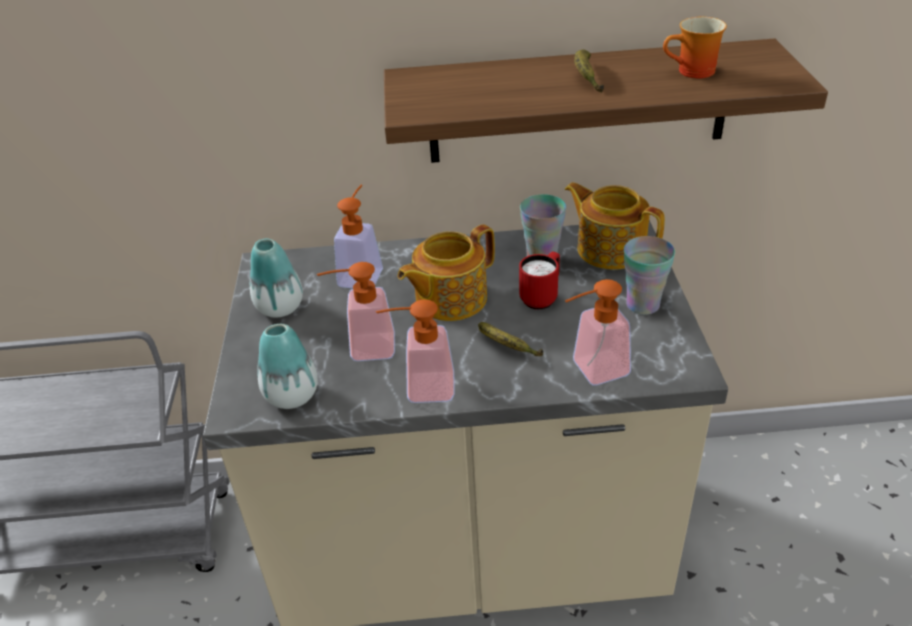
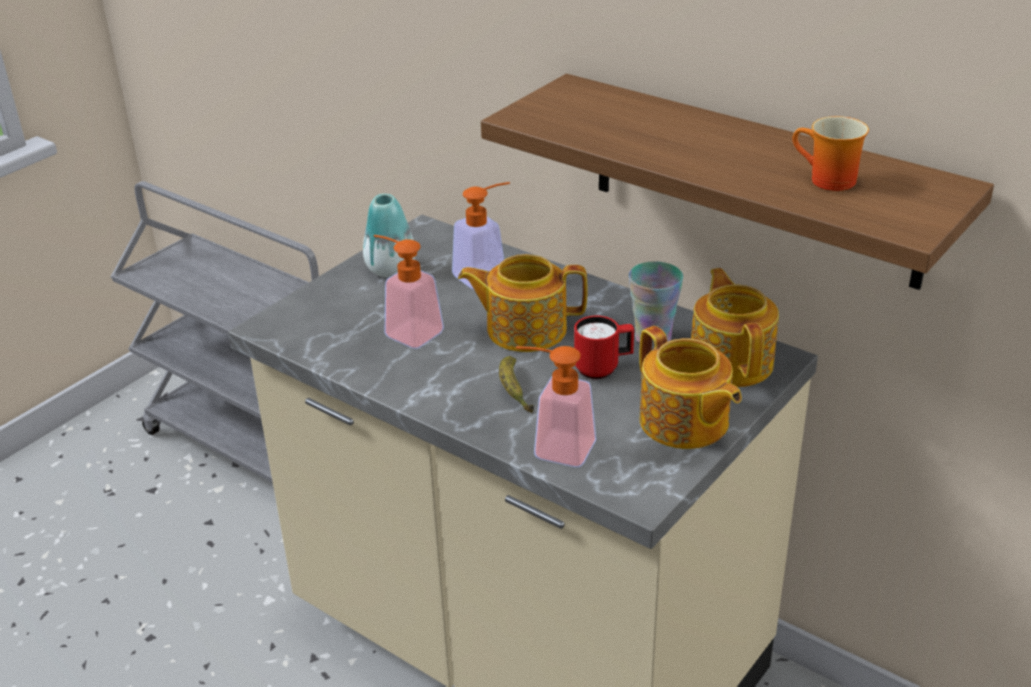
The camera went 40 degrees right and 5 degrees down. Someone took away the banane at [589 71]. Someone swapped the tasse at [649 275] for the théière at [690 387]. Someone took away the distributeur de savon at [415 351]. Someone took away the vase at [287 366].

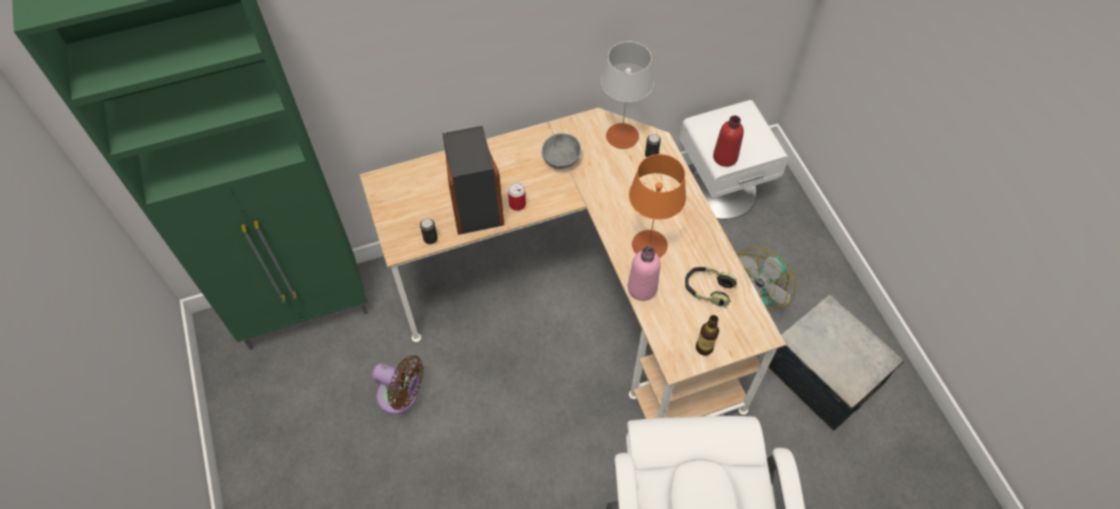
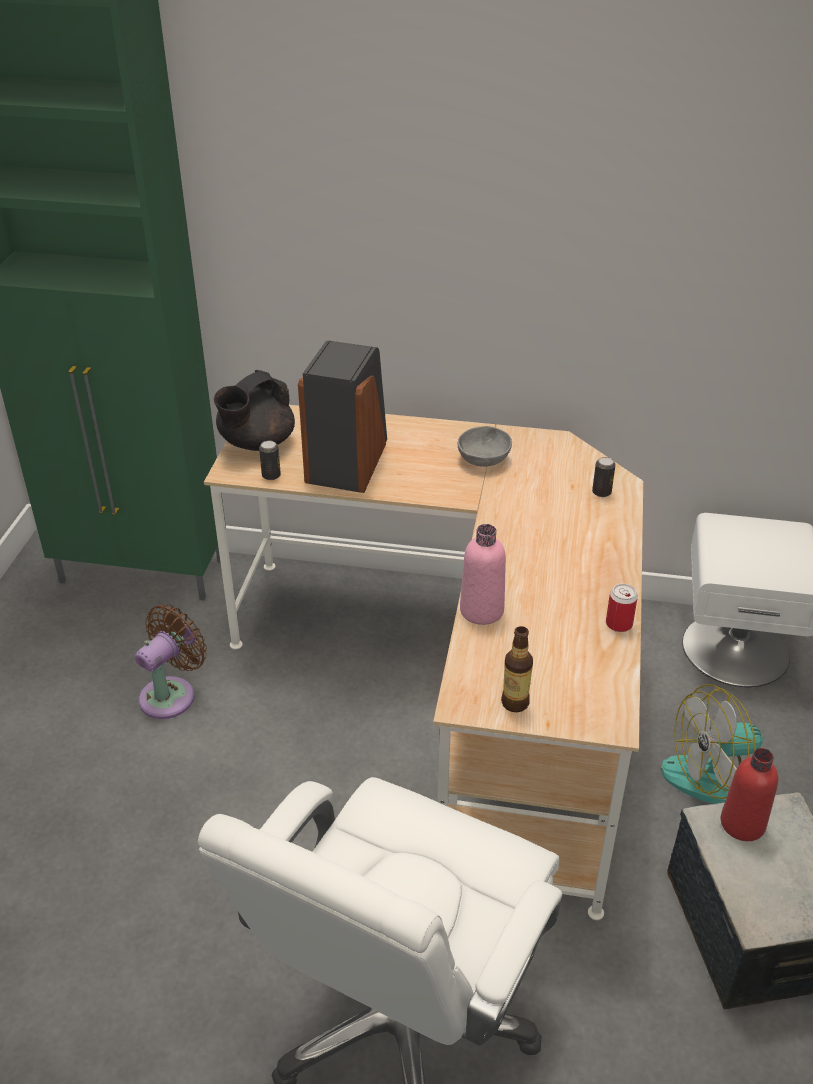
The camera went 30 degrees right and 20 degrees down. Someone took away the lampe de table (gris) at [627 95]. Someone carried the bouteille (rouge) from [728 141] to [749 794]. Someone took away the lampe de table (orange) at [657 206]. Someone carried the boîte métallique from [517 196] to [622 607]. Someone took away the casque audio at [711 287]. Someone rotated the ventilateur (marron) at [398 384] by 105 degrees counterclockwise. Someone put down the théière (noir) at [254 410].

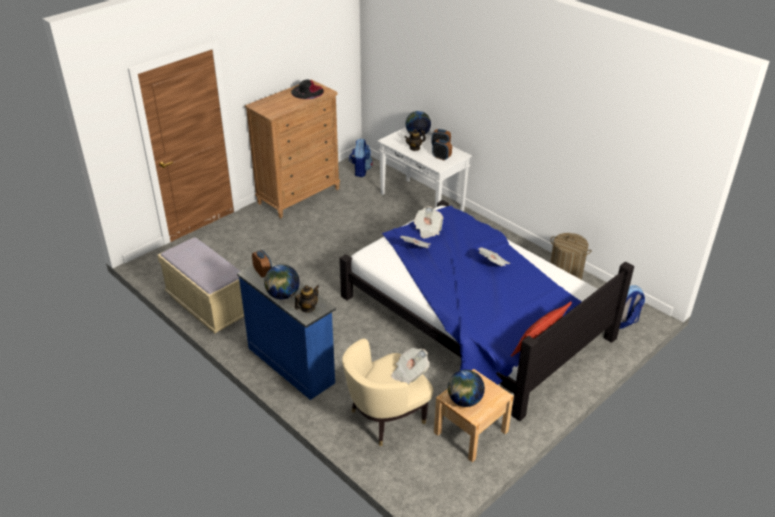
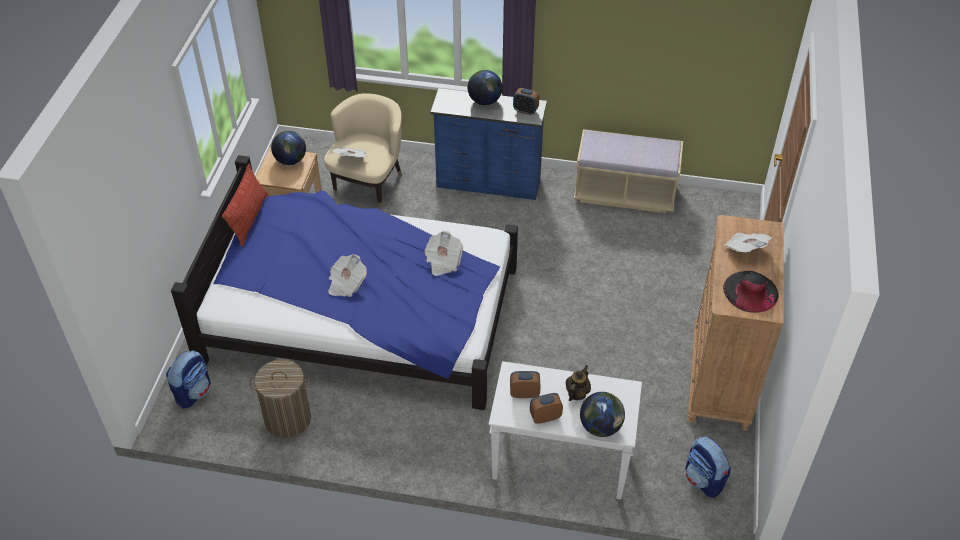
The camera went 145 degrees right and 10 degrees up. Someone carried the journal from [428 222] to [748 242]. Someone took away the théière at [307 299].

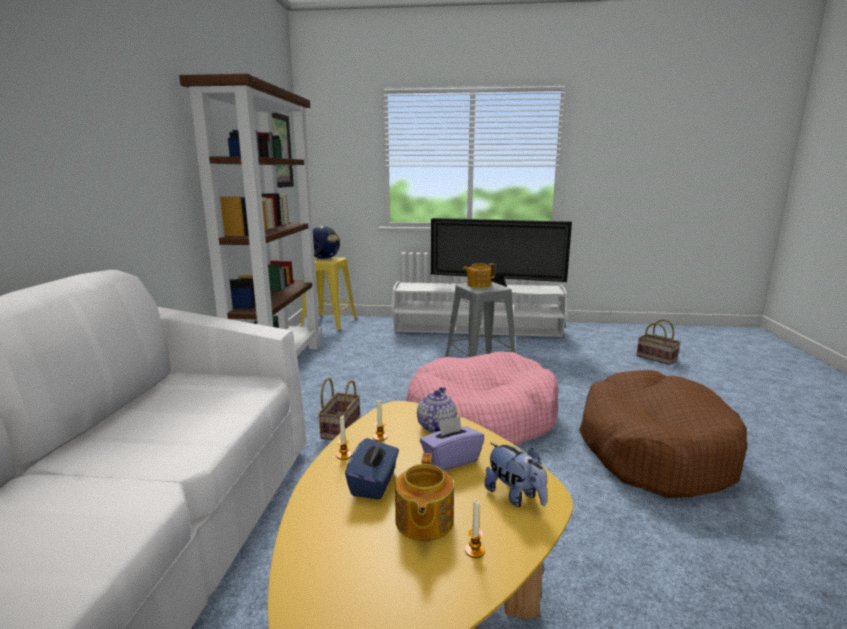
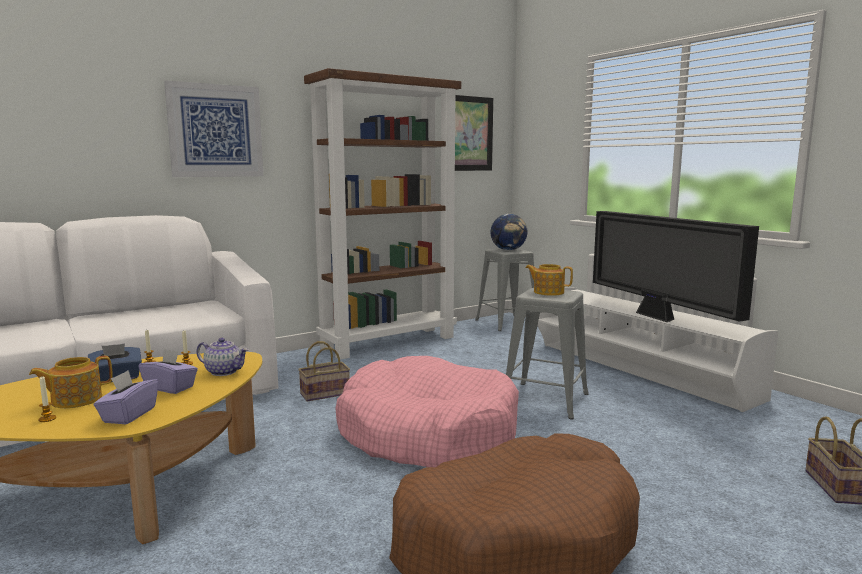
The camera went 50 degrees right and 5 degrees down. Someone repainted the tabouret (jaune) at [328 294], which became the tabouret (gris) at [505 290]. Someone rotated the théière at [437 410] by 45 degrees clockwise. Someone swapped the peluche at [516 475] for the boîte à mouchoirs (violet) at [126 397]. Someone put up the tableau at [213 128].

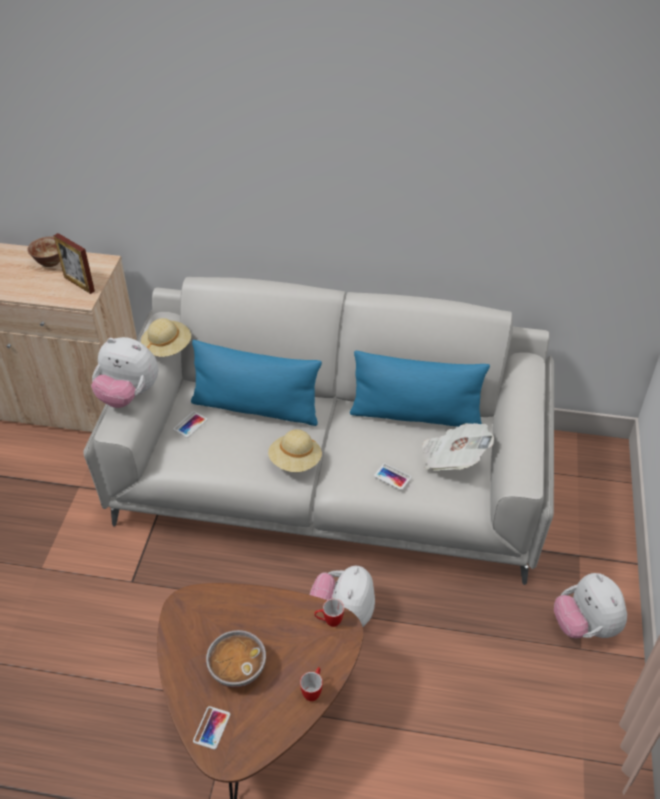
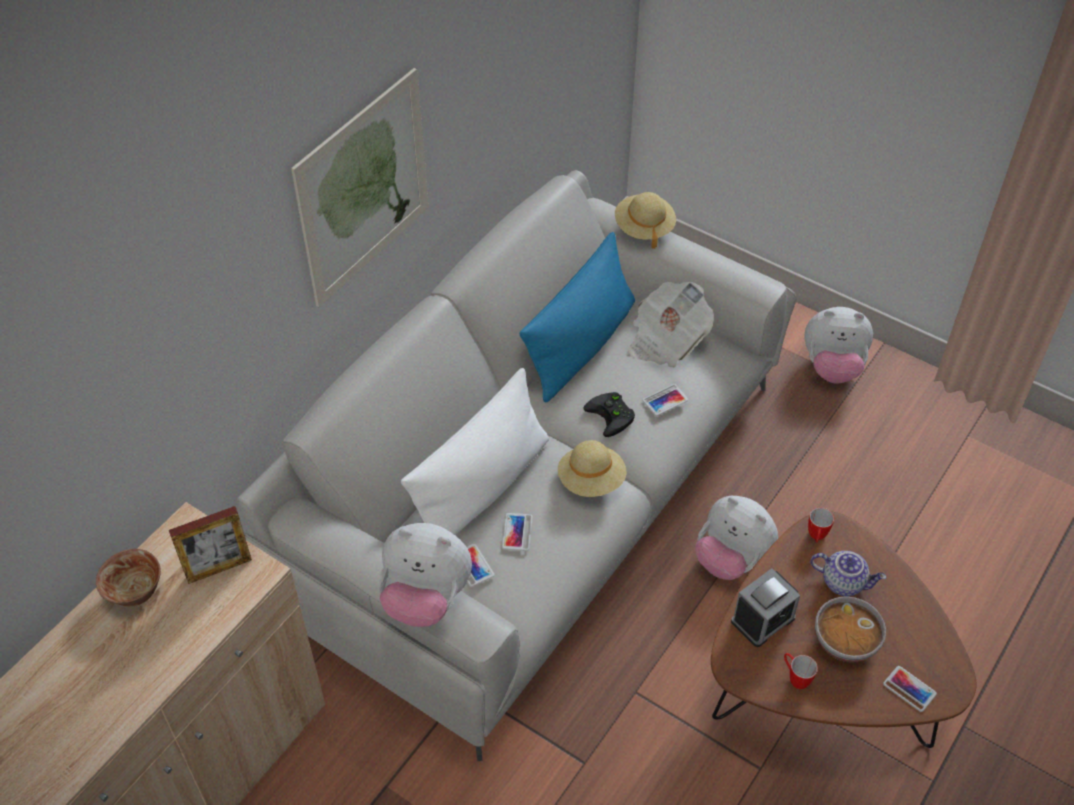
The camera went 65 degrees left and 5 degrees up. Someone carried the chapeau (beige) from [166 337] to [645 220]. Someone rotated the peluche at [125 372] by 60 degrees clockwise. Someone repainted the coussin (bleu) at [256 383], which became the coussin (blanc) at [475 451]. Someone carried the mug from [311 684] to [801 671]. Someone put up the tableau at [360 187]. Someone put down the manette (noir) at [609 414]. Someone put down the téléphone at [517 532]. Someone put down the théière at [848 573]. Someone put down the réveil at [765 607].

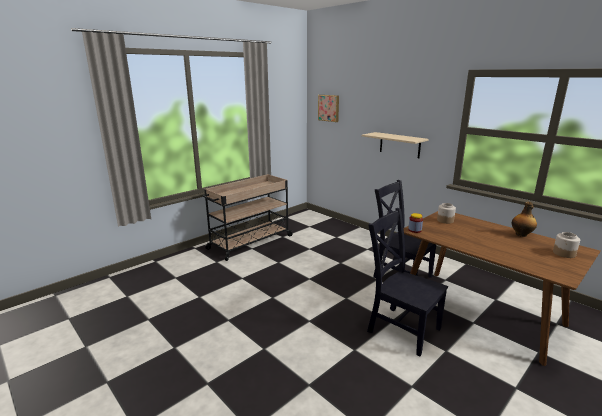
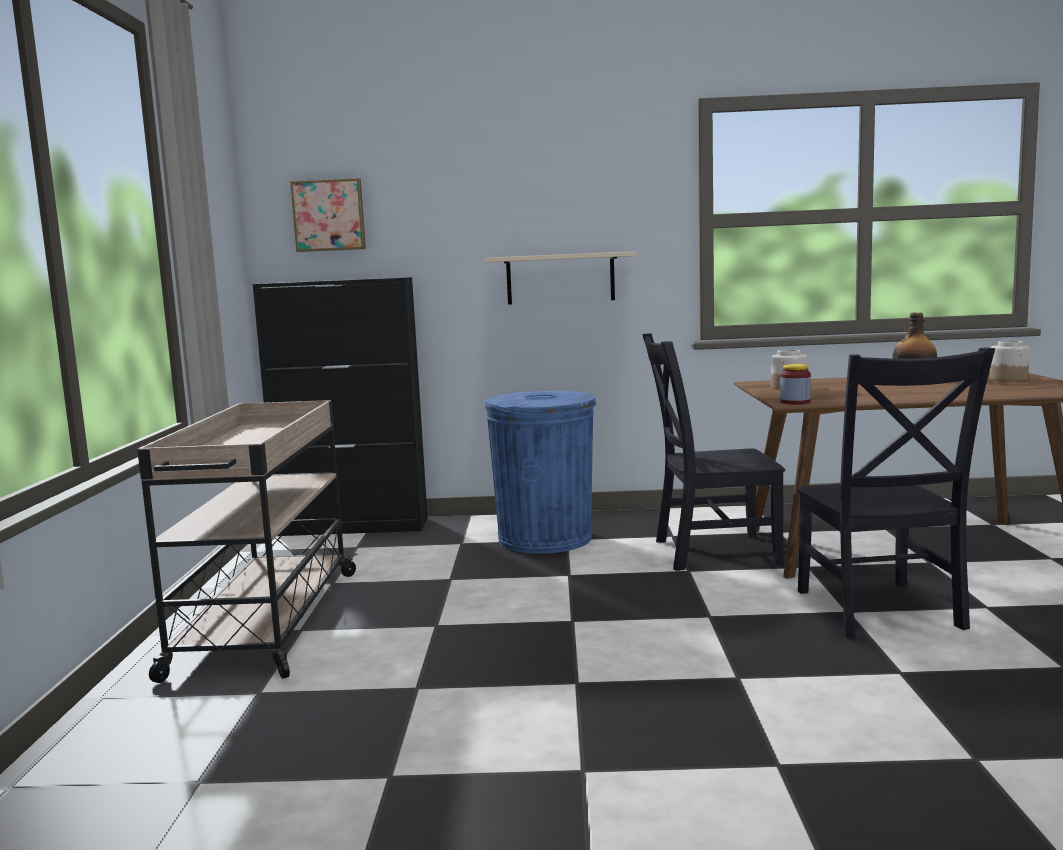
The camera went 45 degrees left and 10 degrees down. Someone rotated the chaise (noir) at [407 282] by 90 degrees counterclockwise. Someone put down the meuble de rangement (noir) at [340 406]. Someone put down the poubelle (bleu) at [539 472].

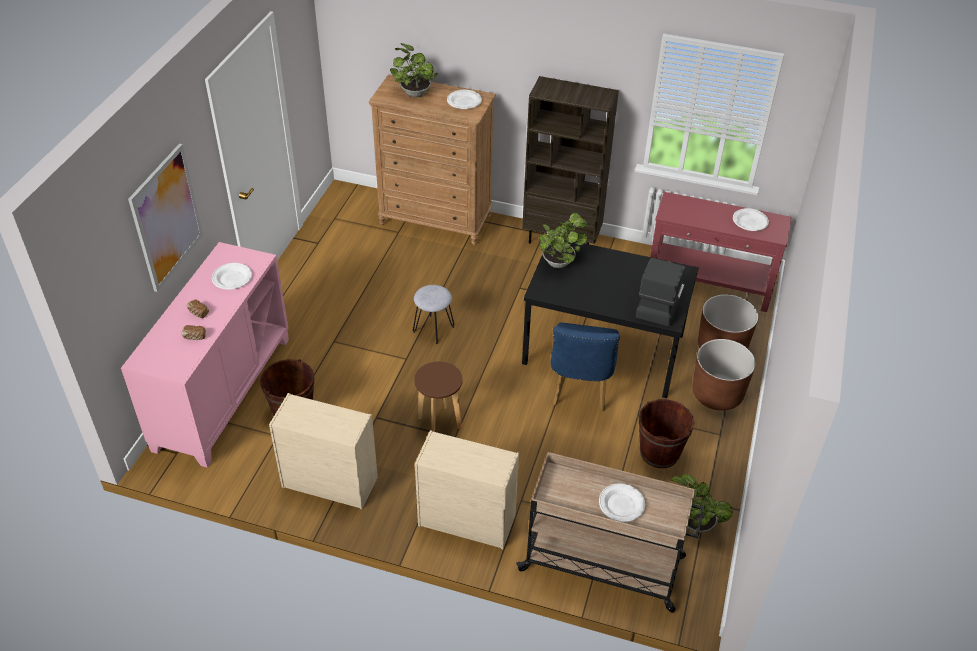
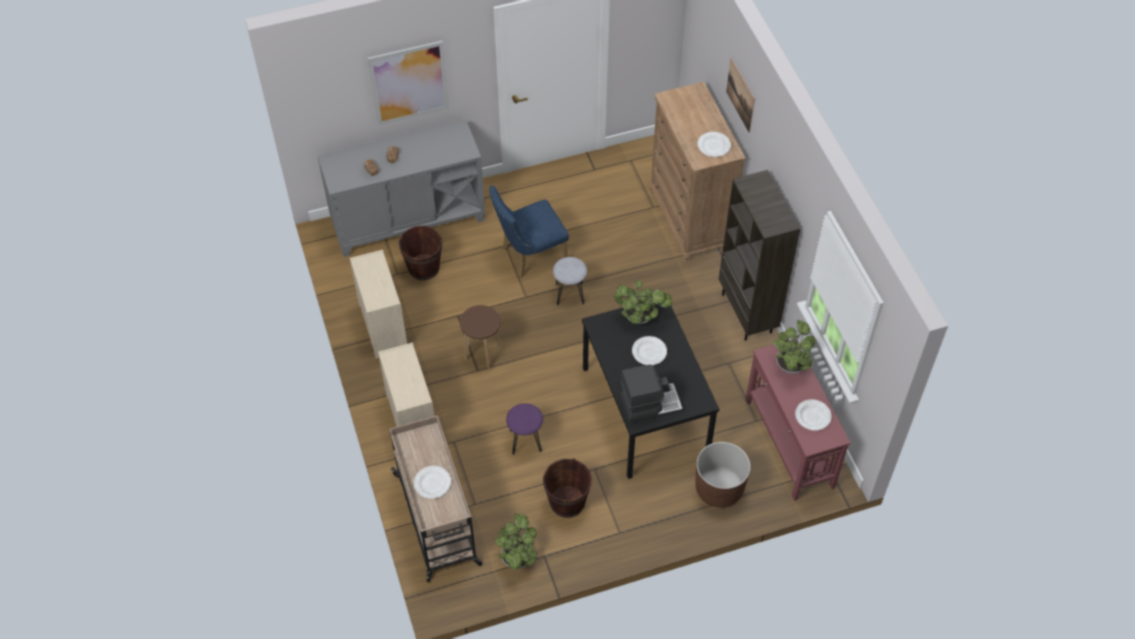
The camera went 55 degrees right and 10 degrees up. Someone carried the plante en pot from [414 70] to [794 346]. Someone repainted the meuble de rangement (rose) at [205 355], which became the meuble de rangement (gris) at [401 188]. Someone carried the assiette (blanc) from [232 276] to [649 350]. Someone carried the chaise (bleu) from [585 367] to [529 231]. Someone took away the cache-pot (marron) at [724 375]. Someone put up the tableau at [740 95]. Someone put down the tabouret (violet) at [524 429].

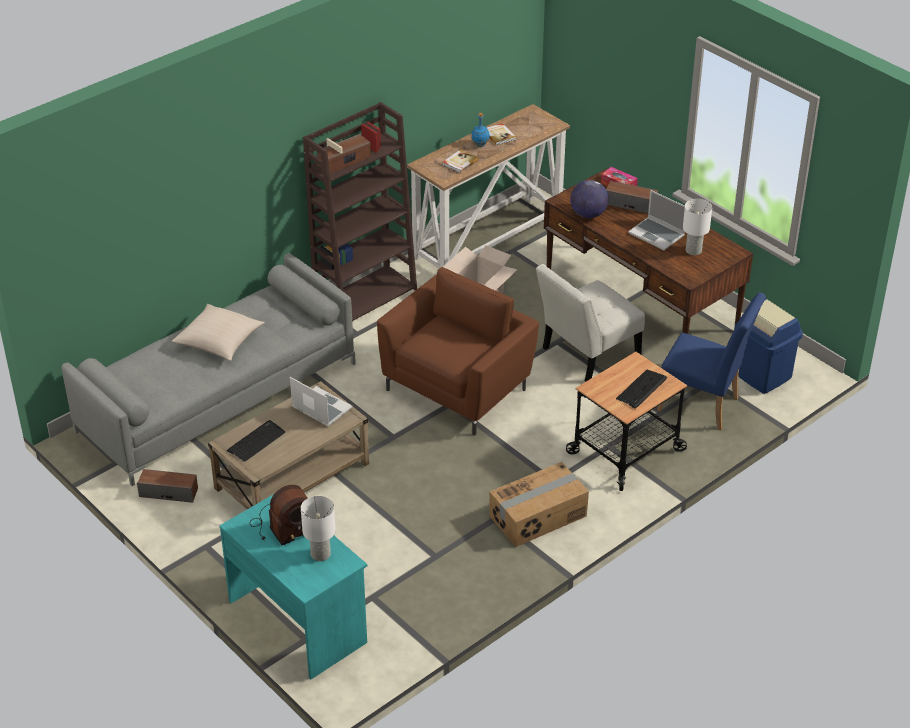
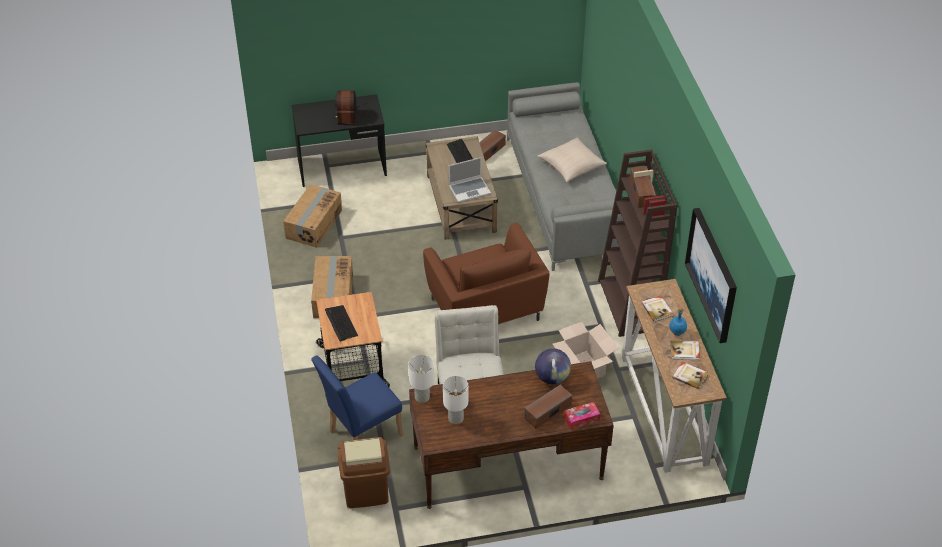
The camera went 120 degrees right and 5 degrees up. Someone took away the ordinateur portable at [656 220]. Someone repainted the poubelle (bleu) at [768 346], which became the poubelle (marron) at [364 472]. Someone repainted the bureau (turquoise) at [293 586], which became the bureau (noir) at [339 140]. Someone carried the lampe de table (blanc) from [318 528] to [421 379]. Someone put down the carton at [312 216]. Someone put up the tableau at [711 275]. Someone put down the livre at [690 375].

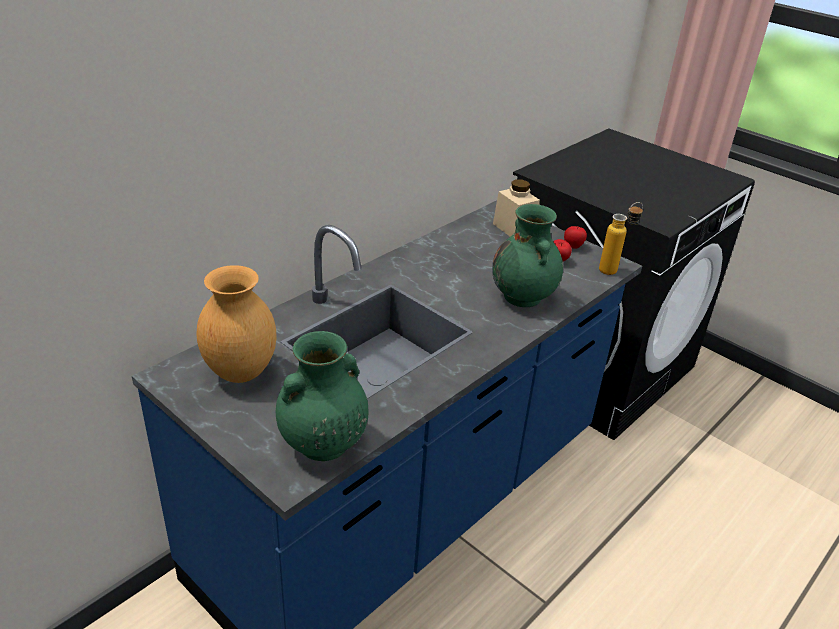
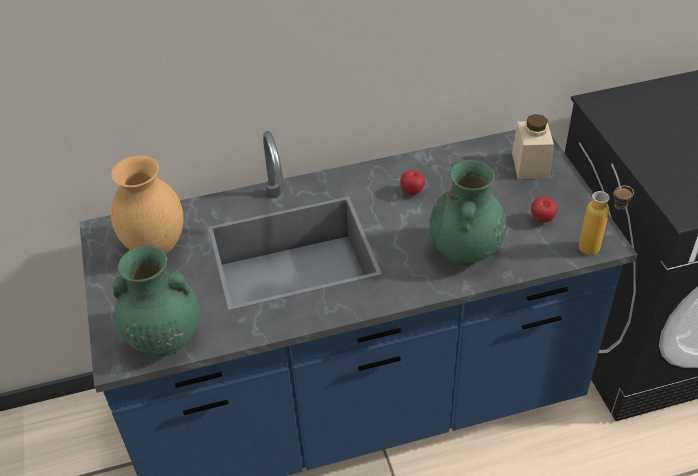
The camera went 35 degrees right and 10 degrees up. Someone carried the pomme from [575 237] to [412 183].

